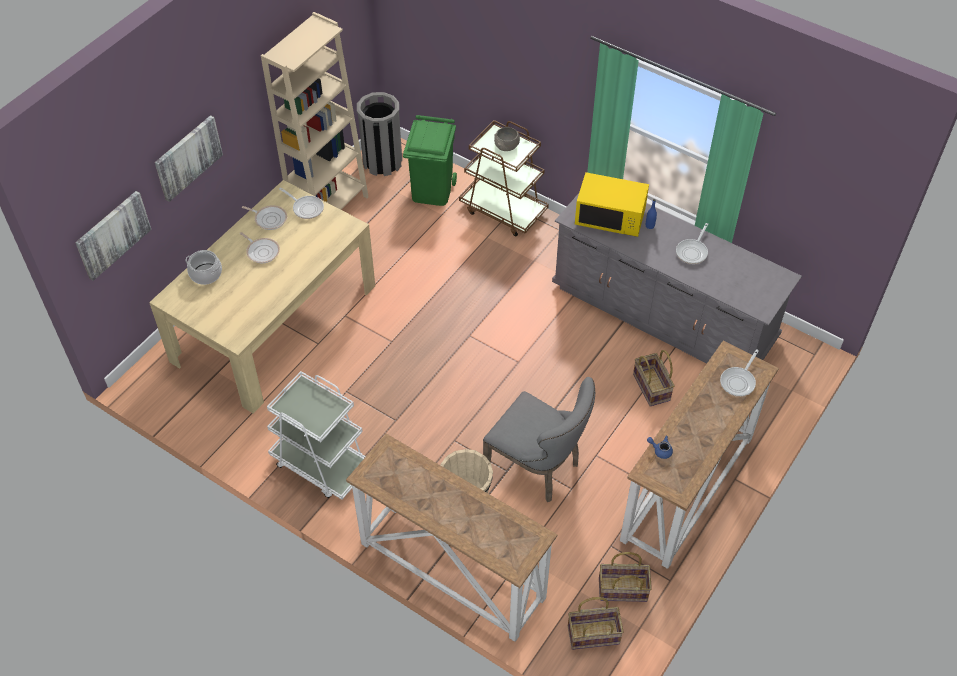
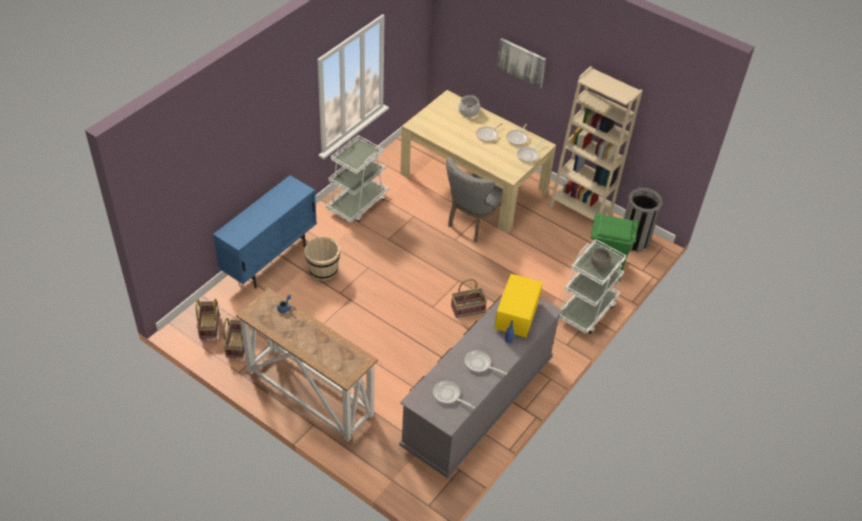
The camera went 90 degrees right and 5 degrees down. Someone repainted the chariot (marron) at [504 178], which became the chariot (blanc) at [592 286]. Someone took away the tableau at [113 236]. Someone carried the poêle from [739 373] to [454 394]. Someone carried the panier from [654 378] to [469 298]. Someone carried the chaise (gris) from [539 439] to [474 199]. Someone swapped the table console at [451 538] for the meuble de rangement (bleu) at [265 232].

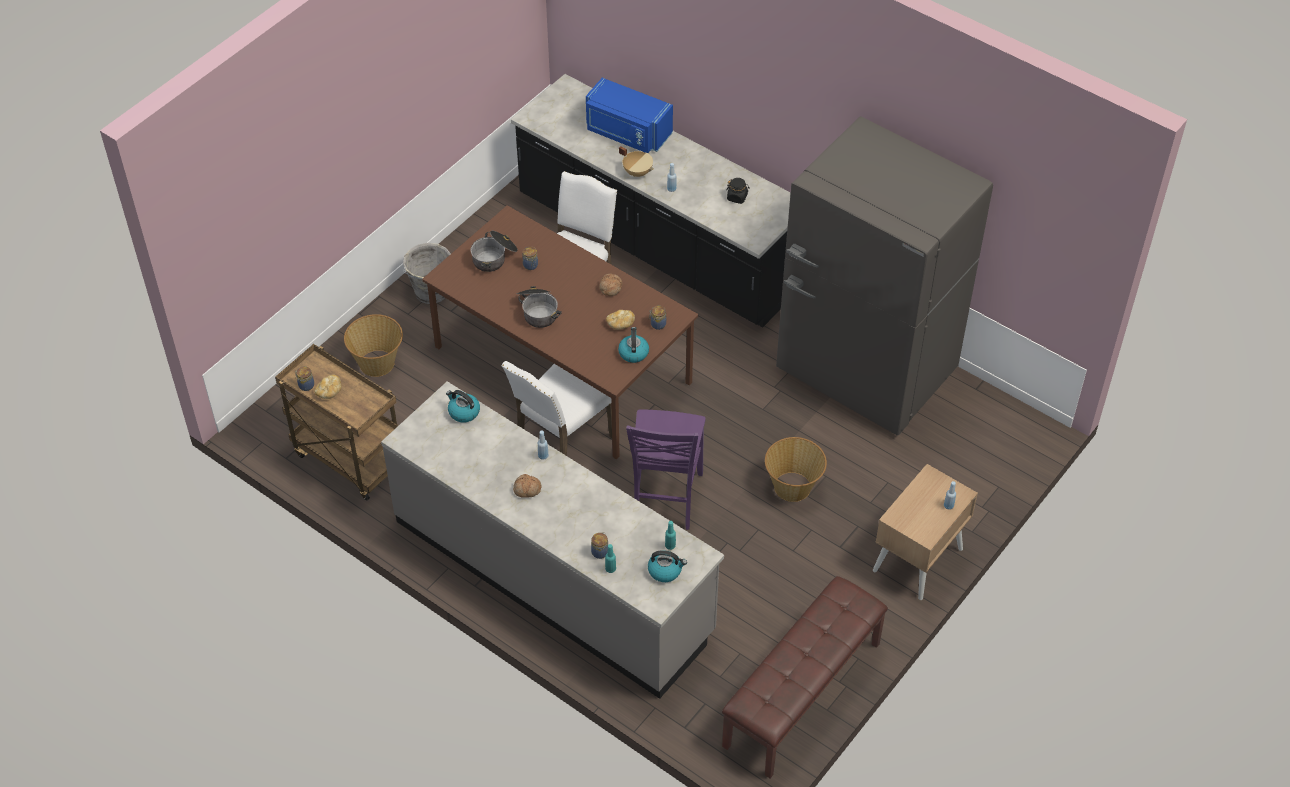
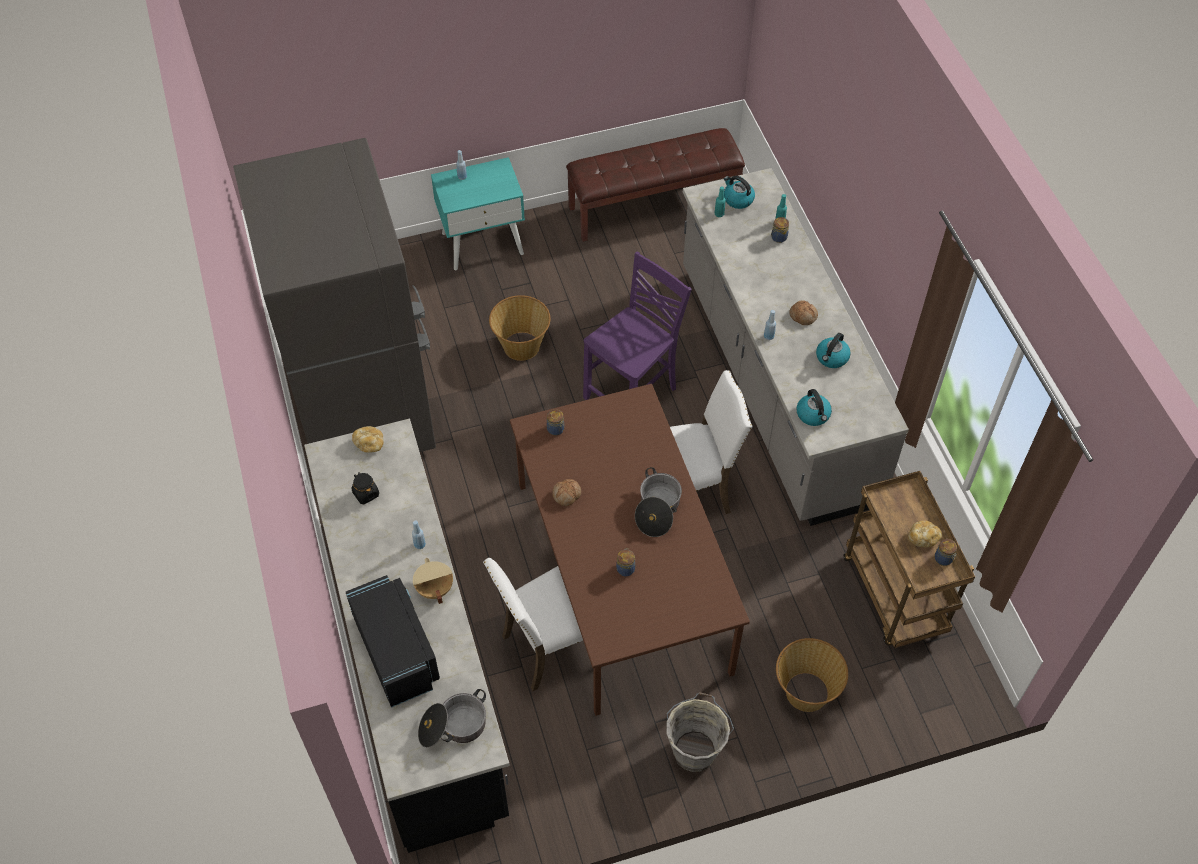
The camera went 145 degrees left and 5 degrees up. Someone repainted the micro-ondes (bleu) at [629 115], which became the micro-ondes (noir) at [393 641]. Someone carried the marmite from [494 251] to [452 718]. Someone carried the pain from [620 320] to [368 439]. Someone carried the bouilloire from [633 345] to [833 350]. Someone repainted the table de chevet (beige) at [925 532], which became the table de chevet (turquoise) at [478 213].

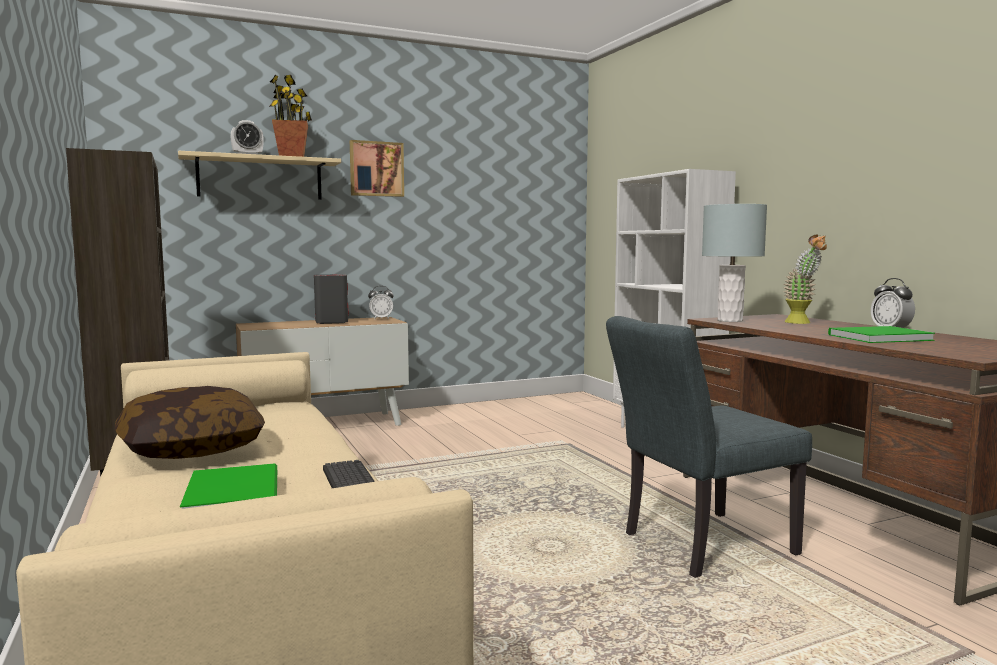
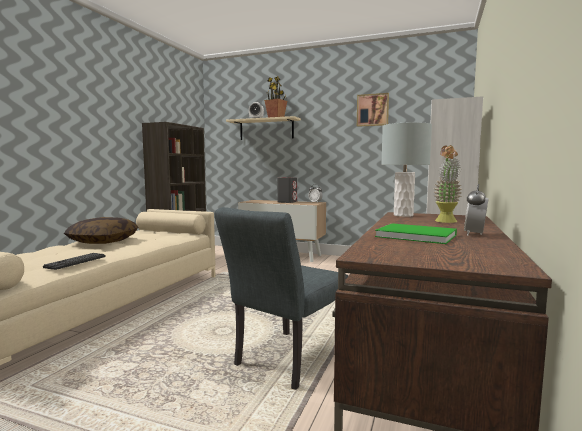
The camera went 45 degrees right and 0 degrees up. Someone carried the tableau from [377 168] to [373 110]. Someone rotated the chaise (gris) at [709 447] by 75 degrees counterclockwise. Someone took away the livre (vert) at [228 486].

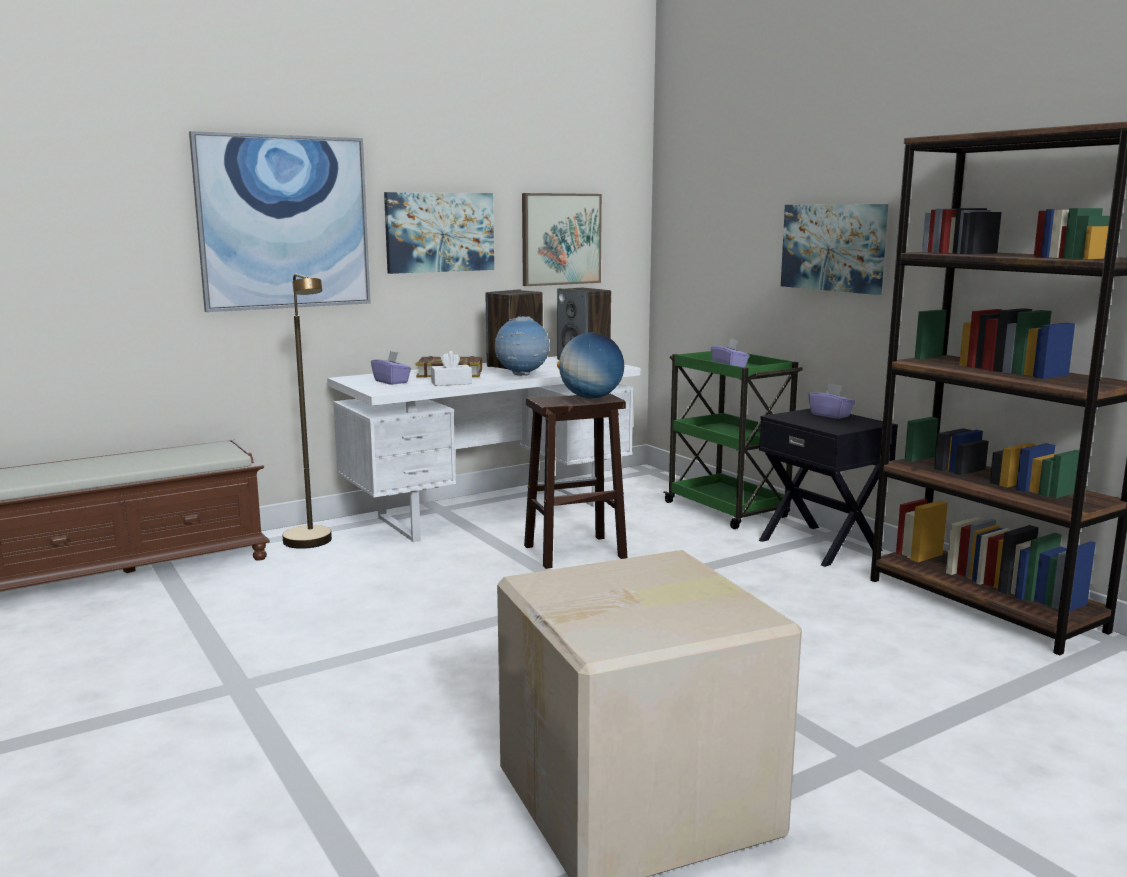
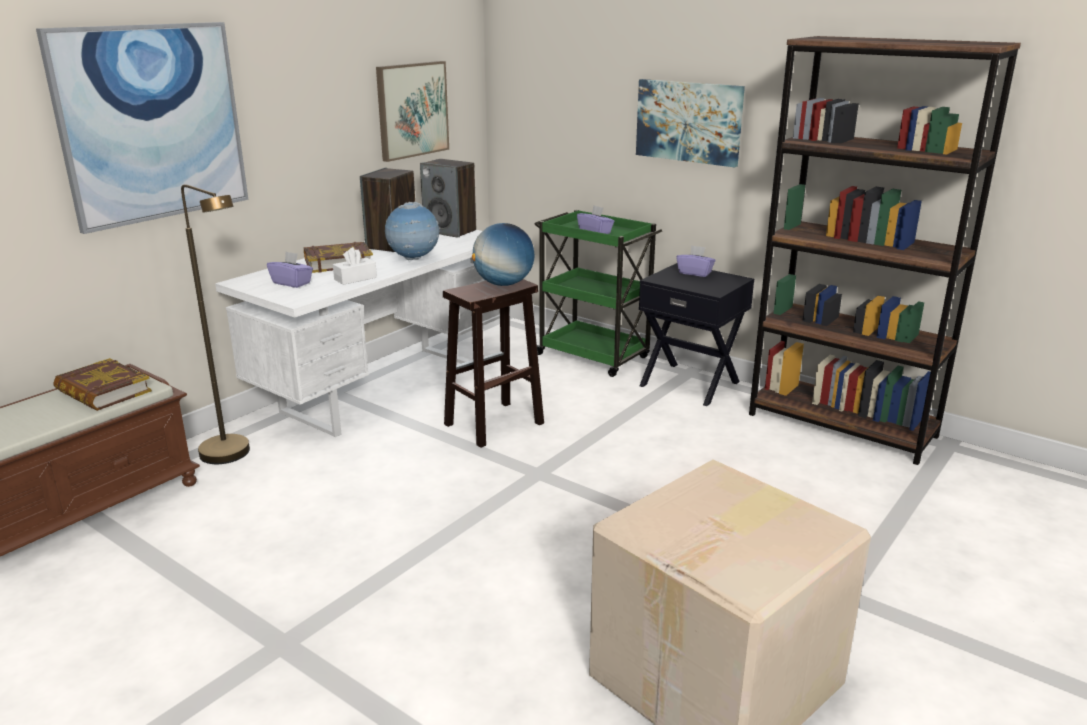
The camera went 20 degrees left and 10 degrees up. Someone took away the tableau at [439 233]. Someone put down the livre at [102 384].

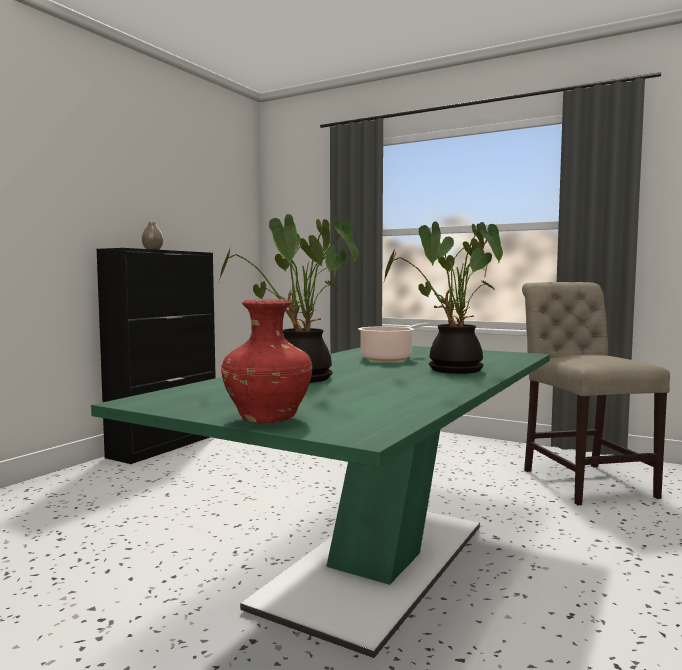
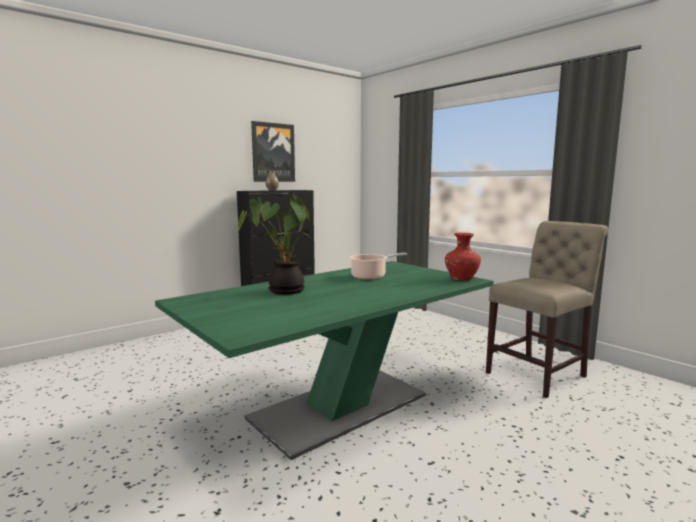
The camera went 20 degrees right and 5 degrees up. Someone took away the plante en pot at [443 297]. Someone rotated the chaise (beige) at [596 393] by 45 degrees clockwise. Someone carried the vase (rouge) from [266 361] to [463 257]. Someone put up the tableau at [273 151].

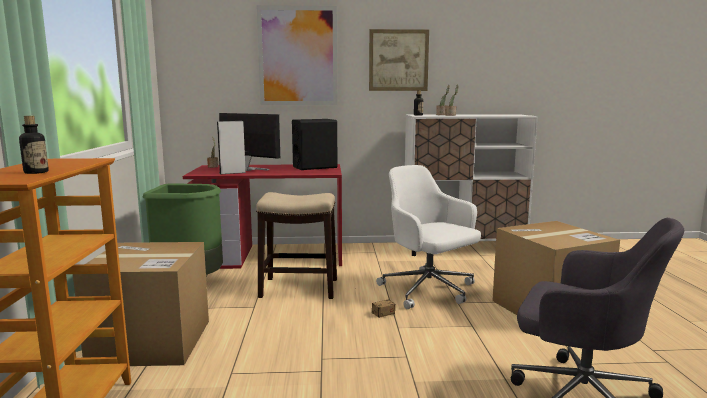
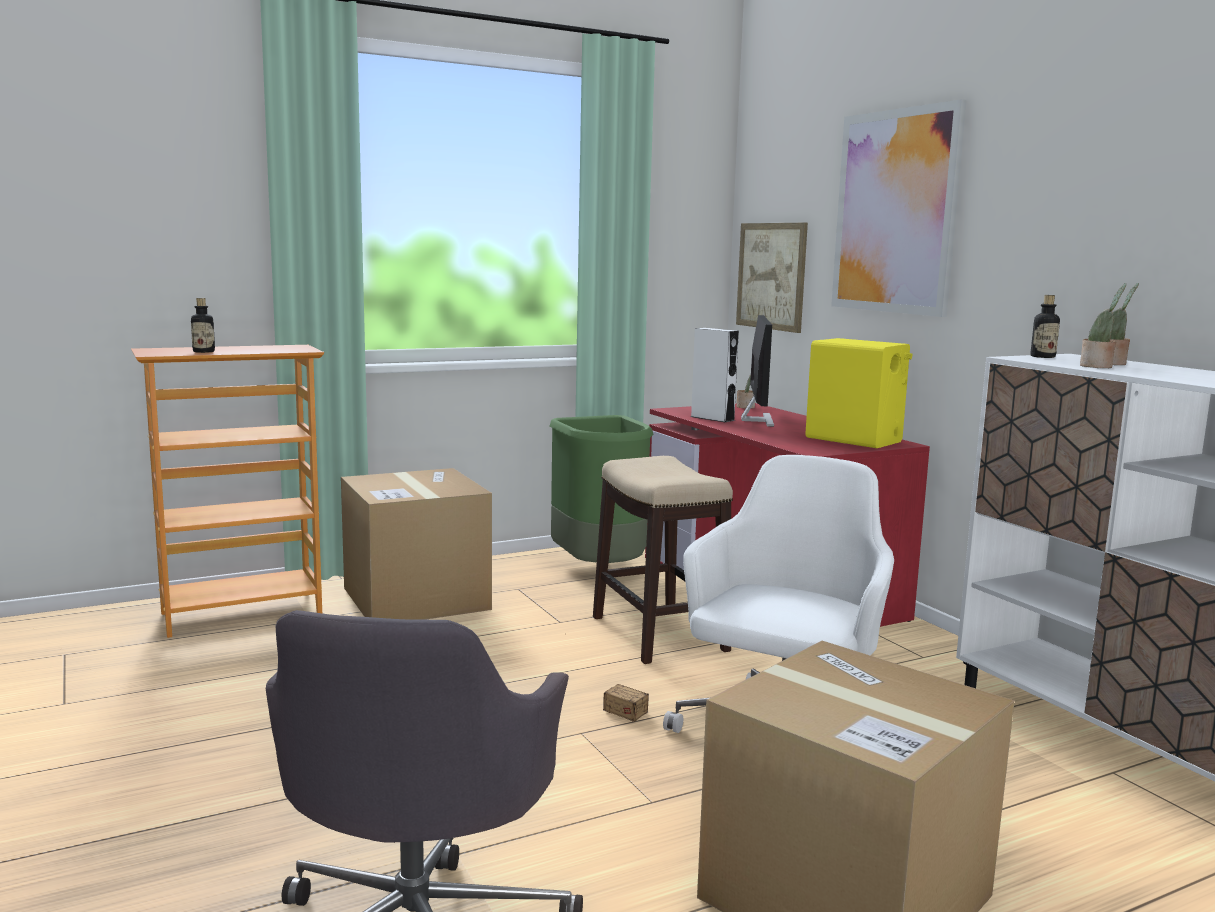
The camera went 65 degrees right and 0 degrees up. Someone carried the tableau from [399 60] to [772 278]. Someone repainted the enceinte (noir) at [315 144], which became the enceinte (jaune) at [859 393].

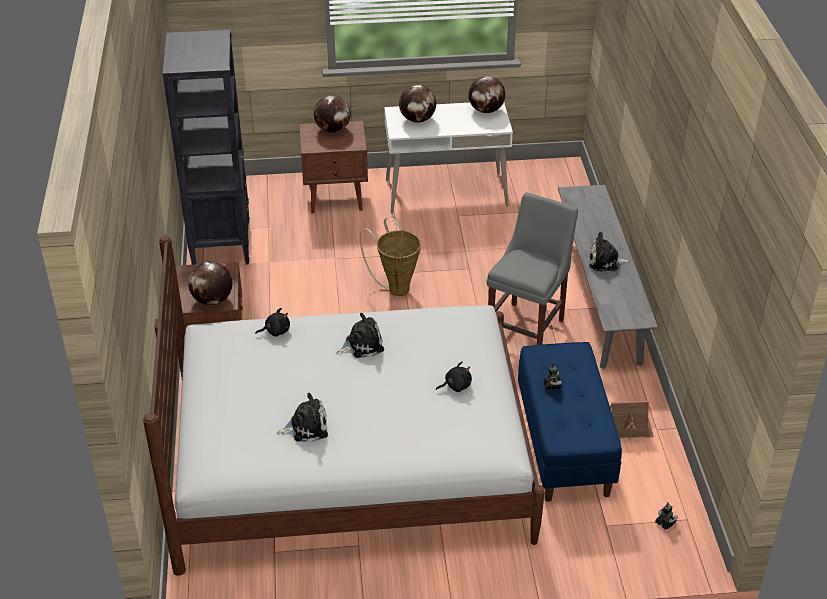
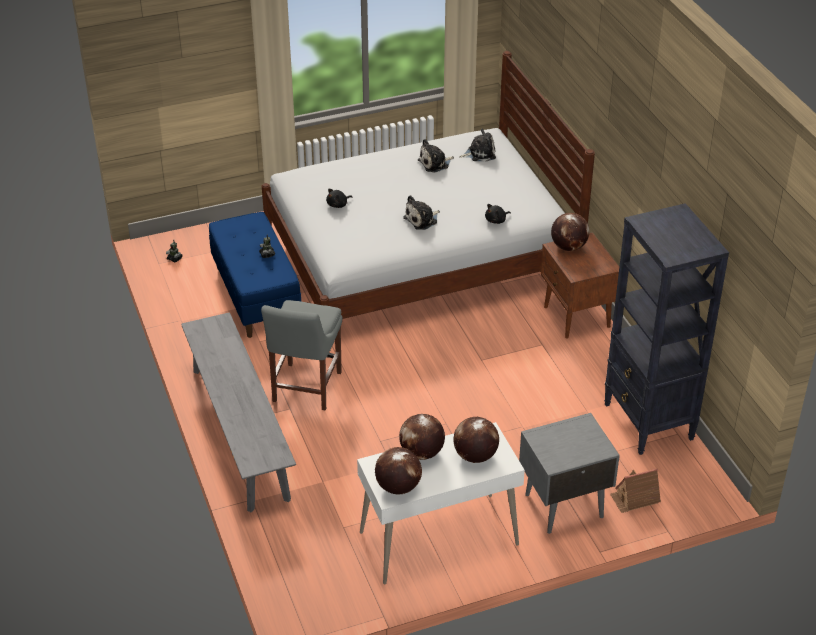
The camera went 165 degrees right and 0 degrees up. Someone carried the globe from [332 114] to [422 437]. Someone repainted the table de chevet (marron) at [334 167], which became the table de chevet (gris) at [569 473]. Someone took away the panier at [390 256]. Someone carried the peluche from [610 251] to [477 145]. Someone carried the maison miniature from [632 420] to [635 491].

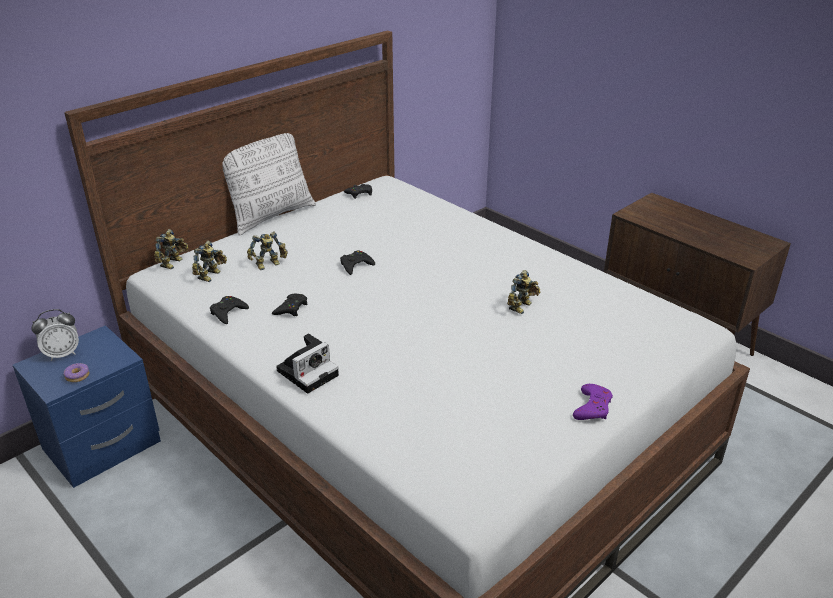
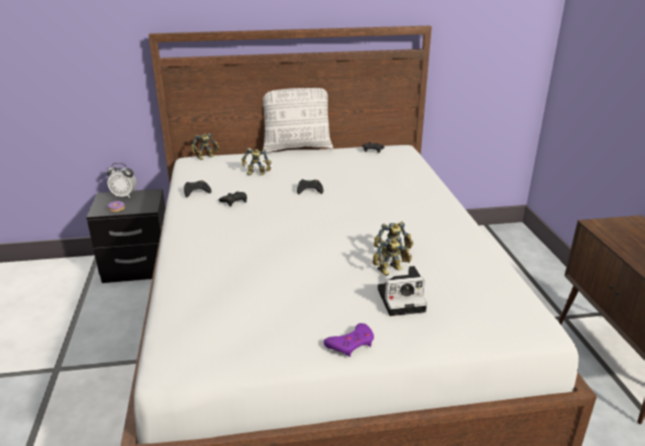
The camera went 35 degrees right and 5 degrees down. Someone carried the robot jouet from [209 261] to [392 255]. Someone repainted the table de chevet (bleu) at [87 406], which became the table de chevet (noir) at [125 236]. Someone carried the appareil photo from [307 364] to [402 291].

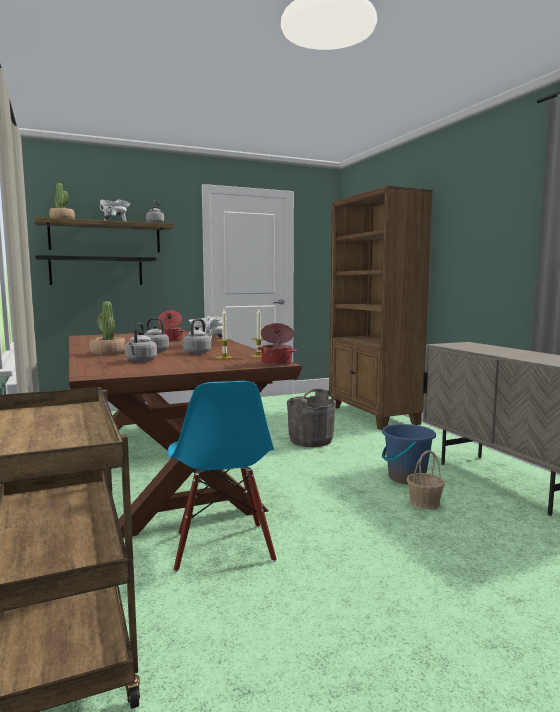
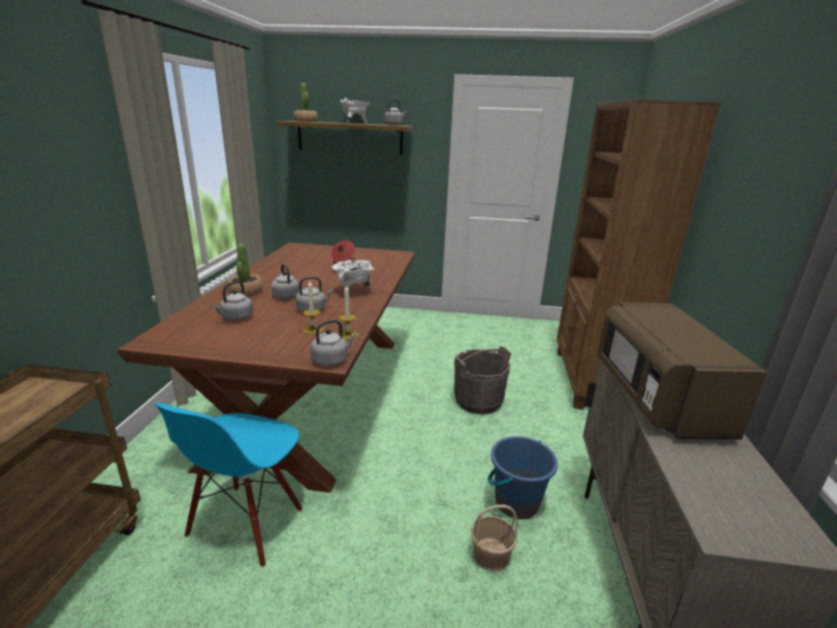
The camera went 30 degrees right and 15 degrees up. Someone took away the étagère (noir) at [95 270]. Someone swapped the marmite at [277 344] for the bouilloire (gris) at [333 343]. Someone put down the micro-ondes (marron) at [682 371].

